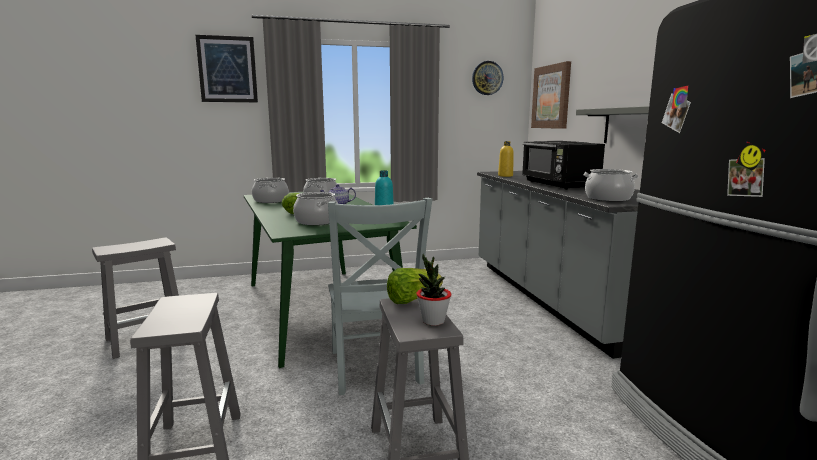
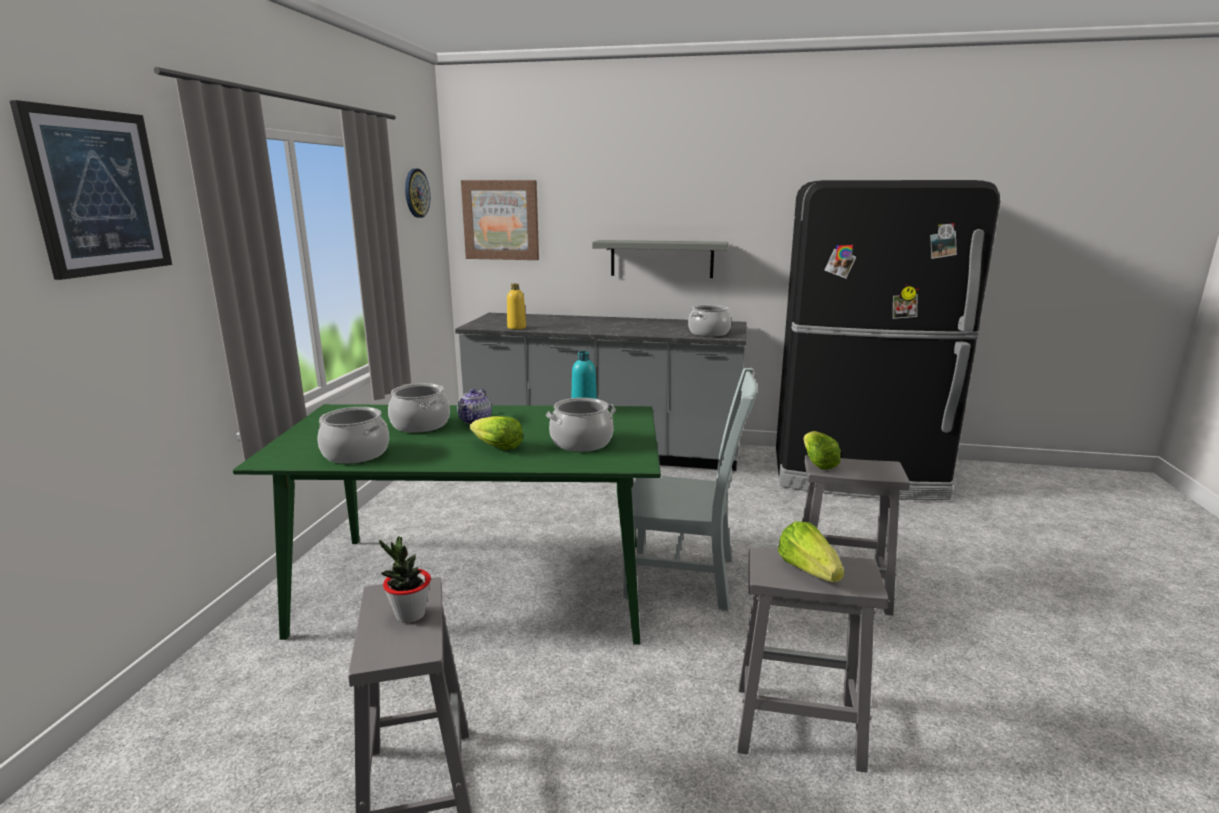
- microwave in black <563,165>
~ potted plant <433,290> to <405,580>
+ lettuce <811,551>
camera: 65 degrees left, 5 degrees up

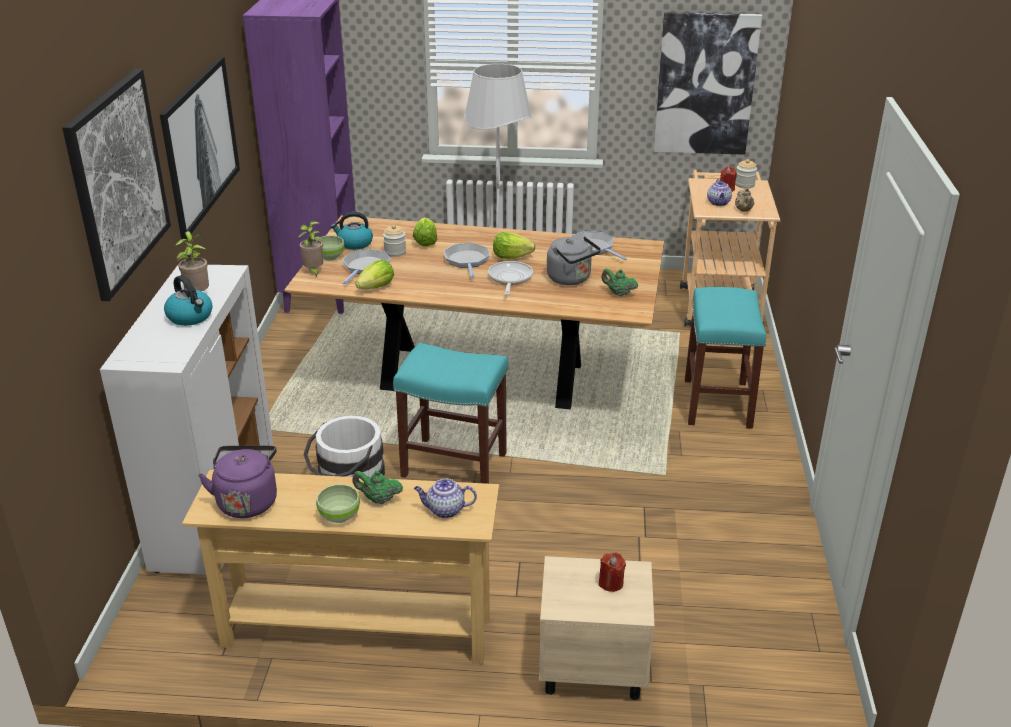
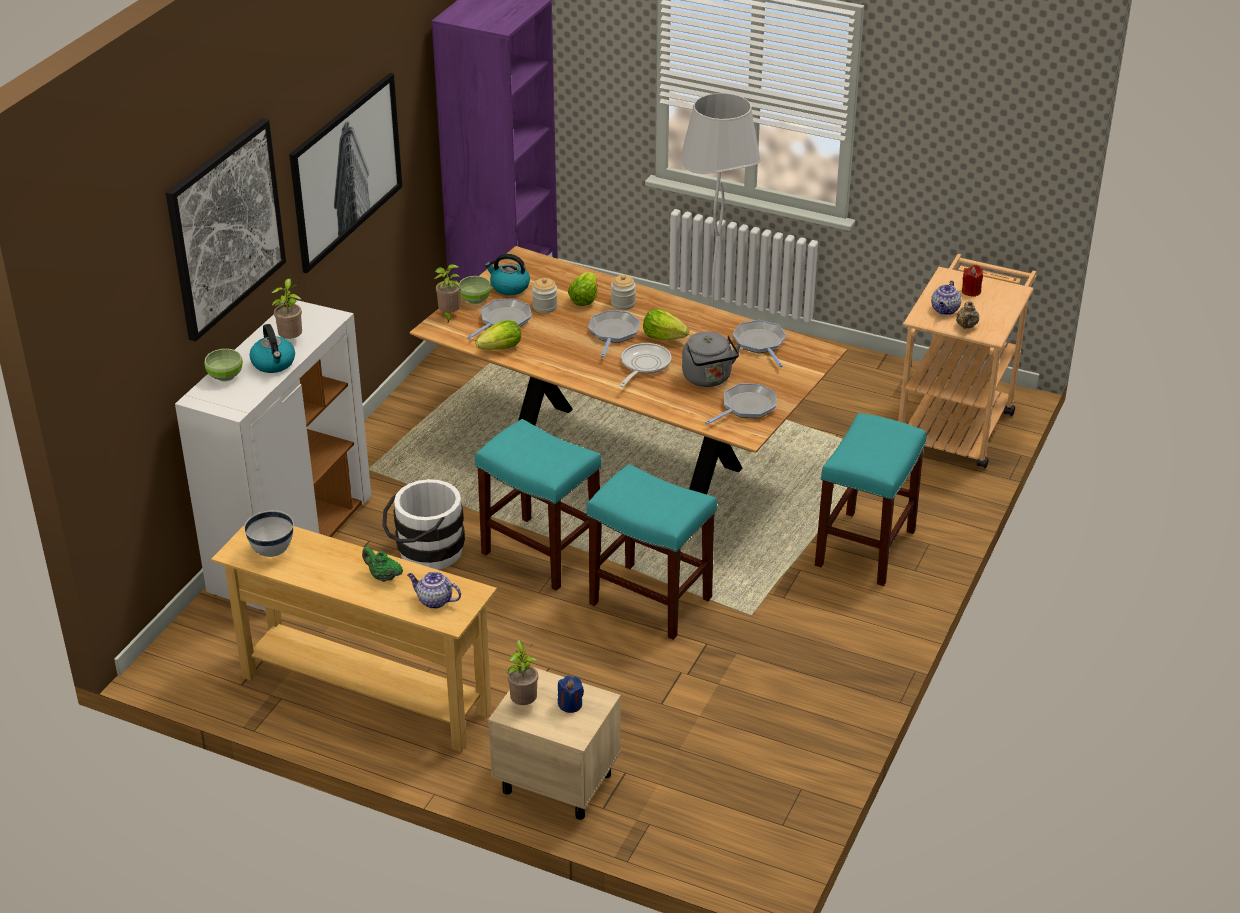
- picture <708,83>
~ jar <746,173> to <623,292>
~ teapot in green <619,282> to frying pan <741,404>
~ kettle in purple <237,482> to bowl in white <268,533>
~ bowl in green <338,503> to <223,365>
~ candle in red <612,572> to candle in blue <571,694>
+ stool in turquoise <652,552>
+ potted plant <522,672>
camera: 20 degrees right, 5 degrees up

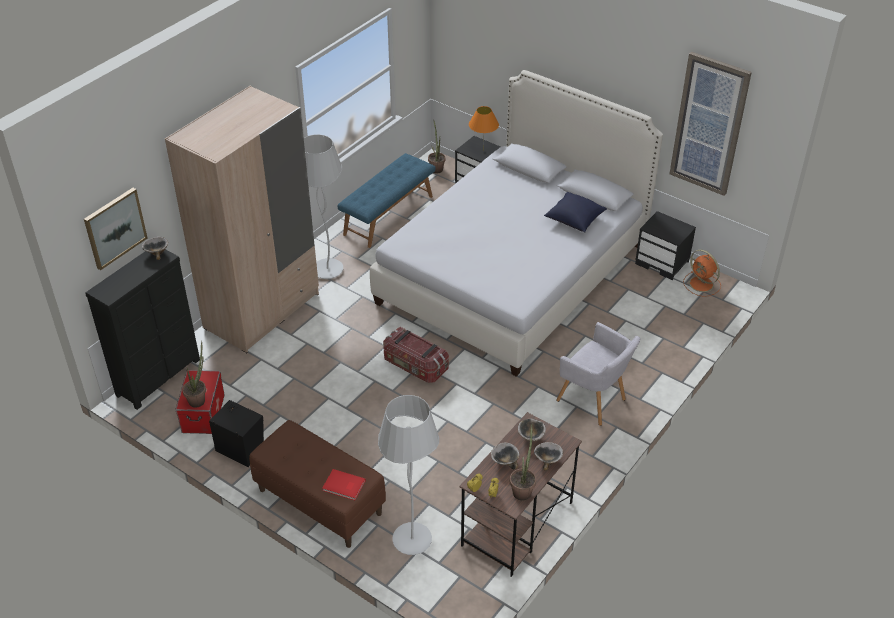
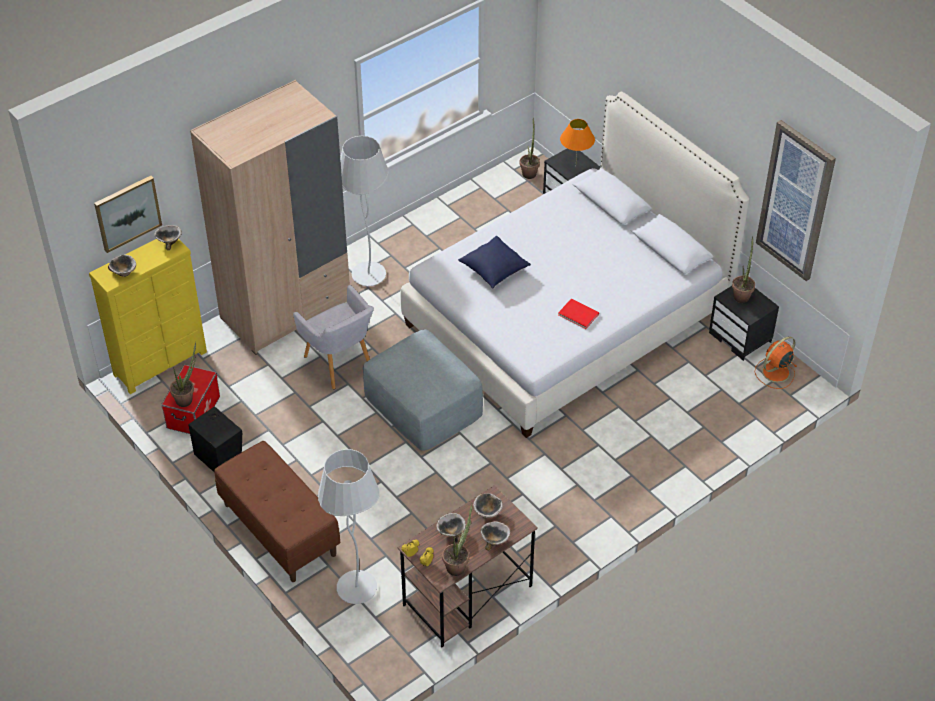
- bench in blue <387,200>
~ pillow in blue <575,212> to <494,262>
~ dresser in black <142,329> to dresser in yellow <148,316>
~ fan in orange <702,273> = <776,362> 75 degrees clockwise
~ armchair in grey <598,374> to <333,337>
~ storage box <416,355> to ottoman in grey <423,390>
~ book in red <344,484> to <578,314>
+ potted plant <743,269>
+ bowl <122,265>
camera: 15 degrees right, 5 degrees up

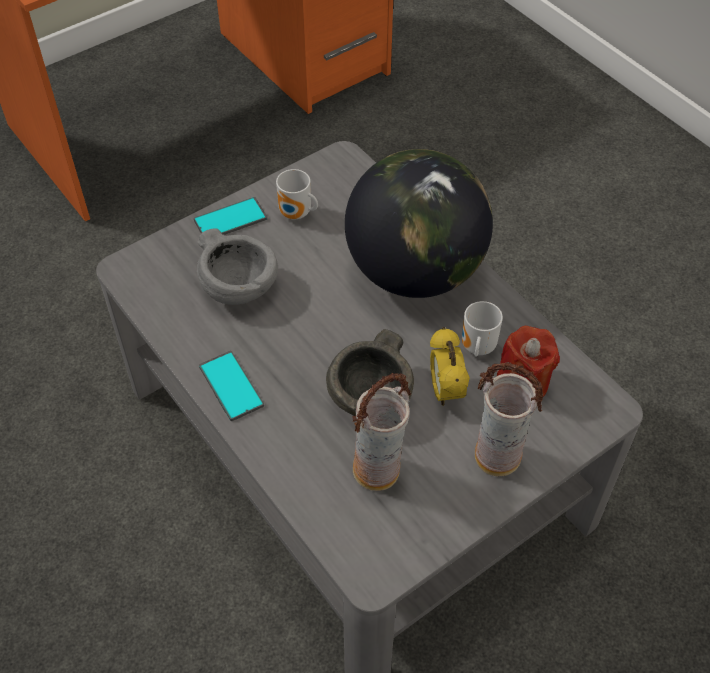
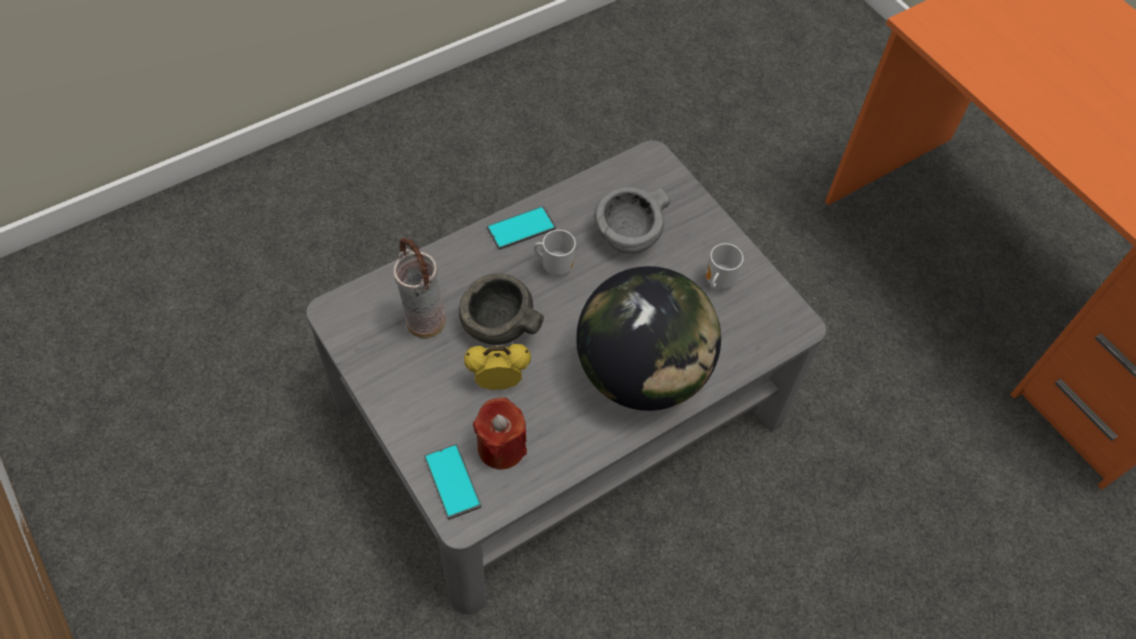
~ phone <230,216> to <452,482>
~ mug <482,329> to <555,253>
- vase <509,419>
camera: 90 degrees right, 5 degrees up

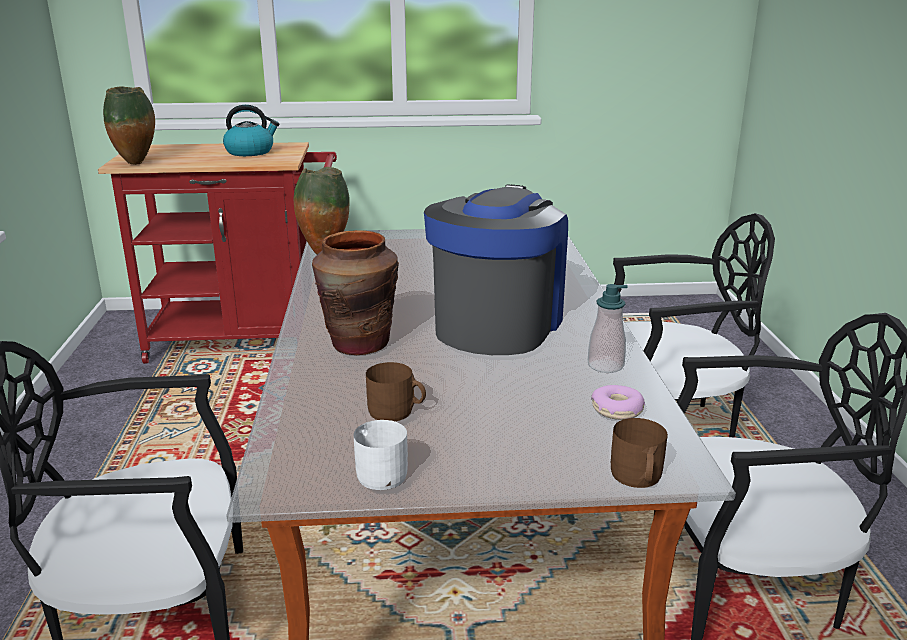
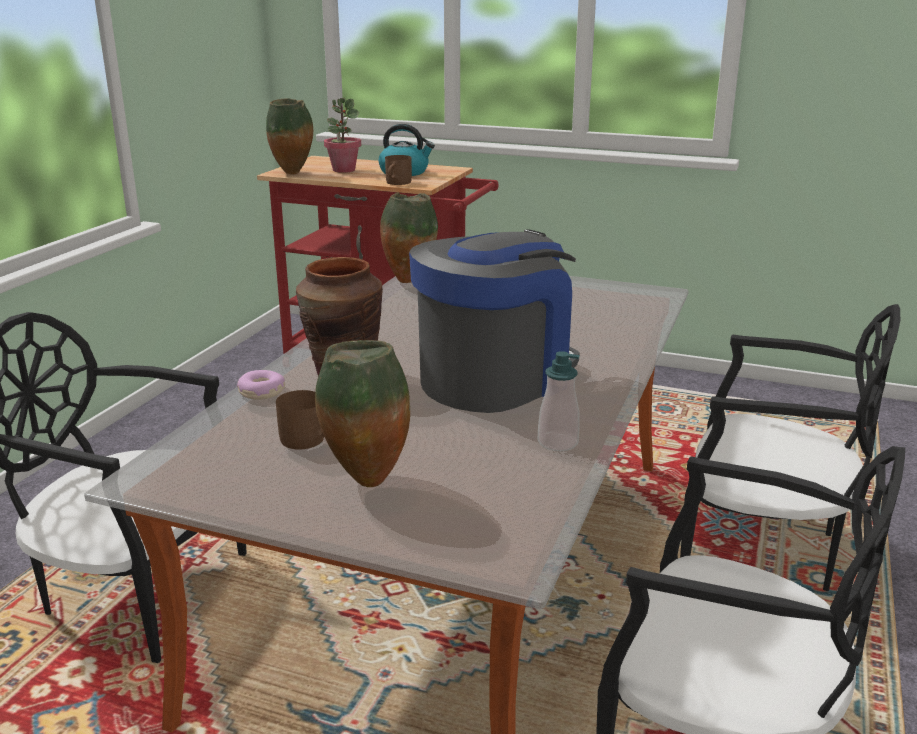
~ donut <618,402> to <261,385>
~ mug in brown <639,453> to <398,170>
- mug in white <381,455>
+ potted plant <342,135>
+ vase <362,413>
camera: 25 degrees right, 0 degrees up

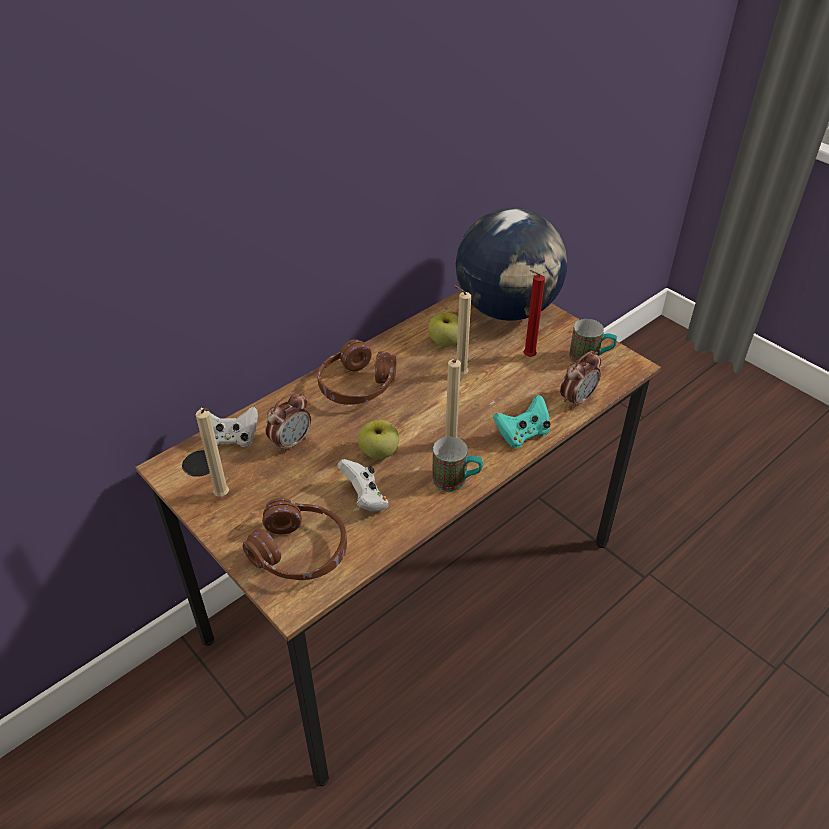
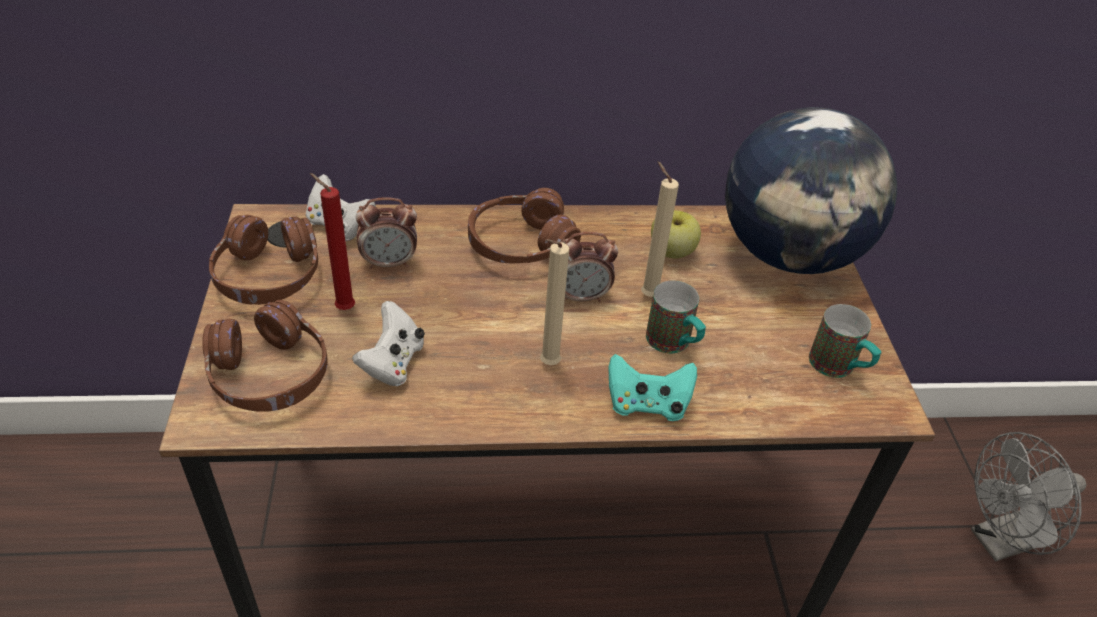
~ candle in red <534,313> to <332,241>
~ alarm clock <580,380> to <589,267>
~ candle in beige <212,452> to headphones in brown <263,260>
- apple <378,439>
~ mug <457,464> to <676,317>
+ fan in grey <1029,497>
camera: 35 degrees right, 0 degrees up

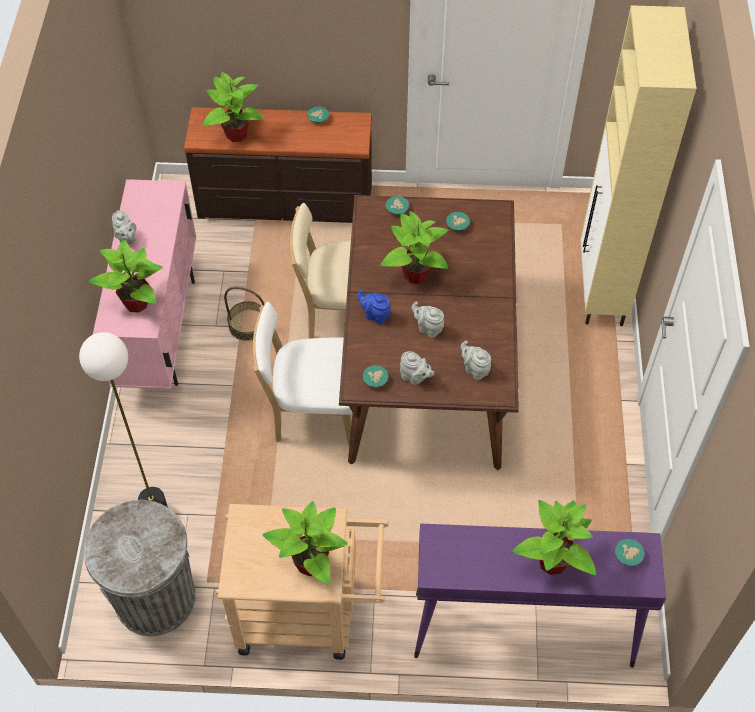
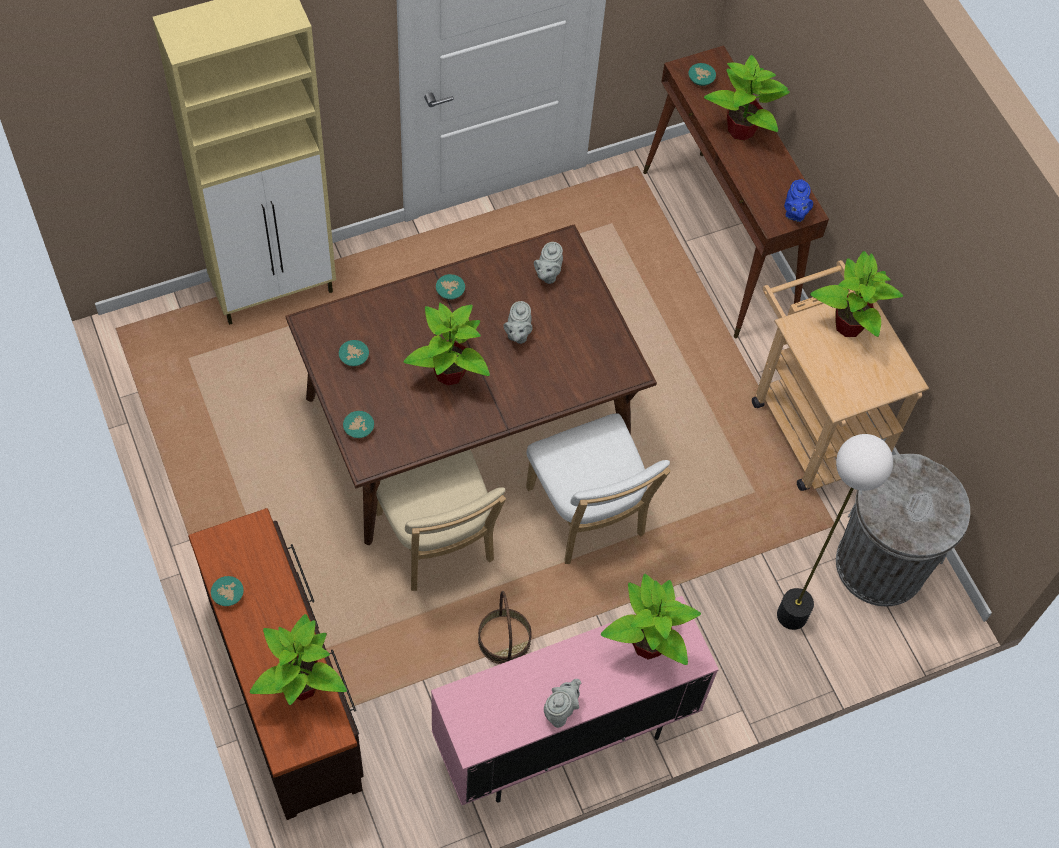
~ teapot in blue <374,307> to <798,200>
- teapot in grey <417,368>
~ bowl in turquoise <375,376> to <450,287>
~ console table in purple <540,595> to console table in brown <736,192>
camera: 120 degrees left, 5 degrees up

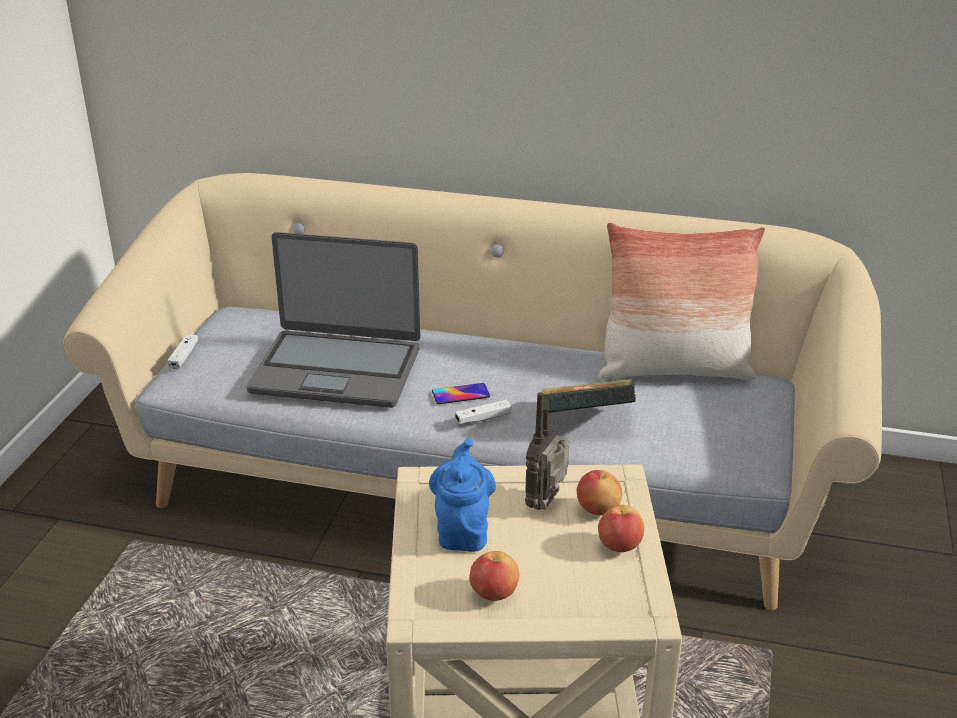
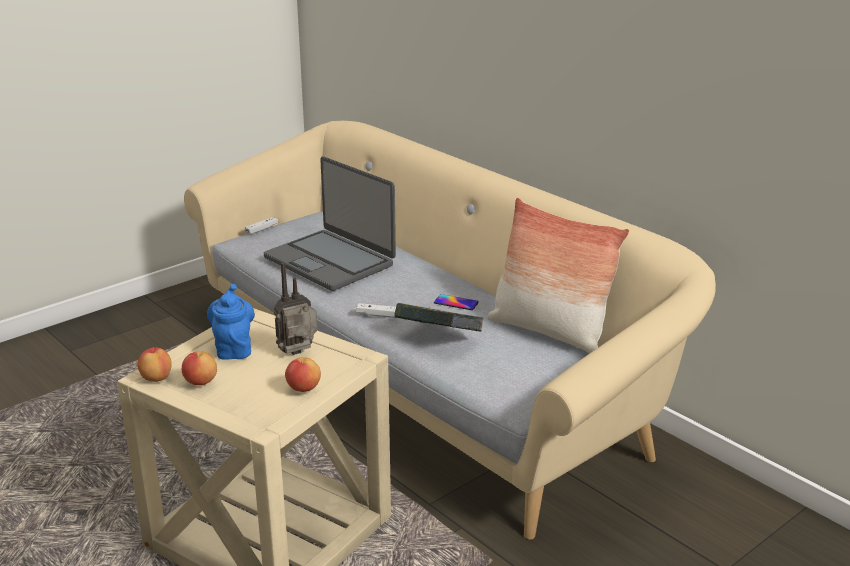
~ phone <461,393> to <456,302>
~ teapot in blue <462,495> = <231,322> 45 degrees counterclockwise
~ apple <599,492> to <154,365>
camera: 35 degrees right, 5 degrees down

